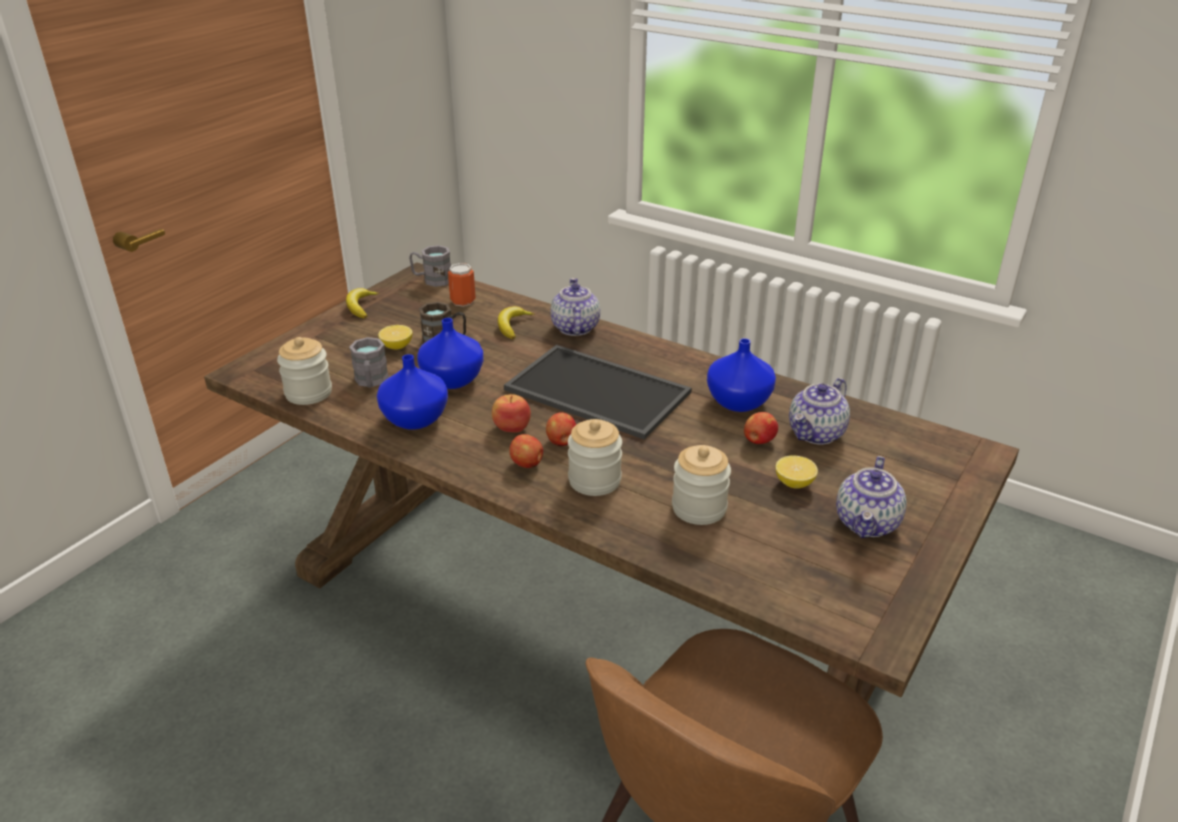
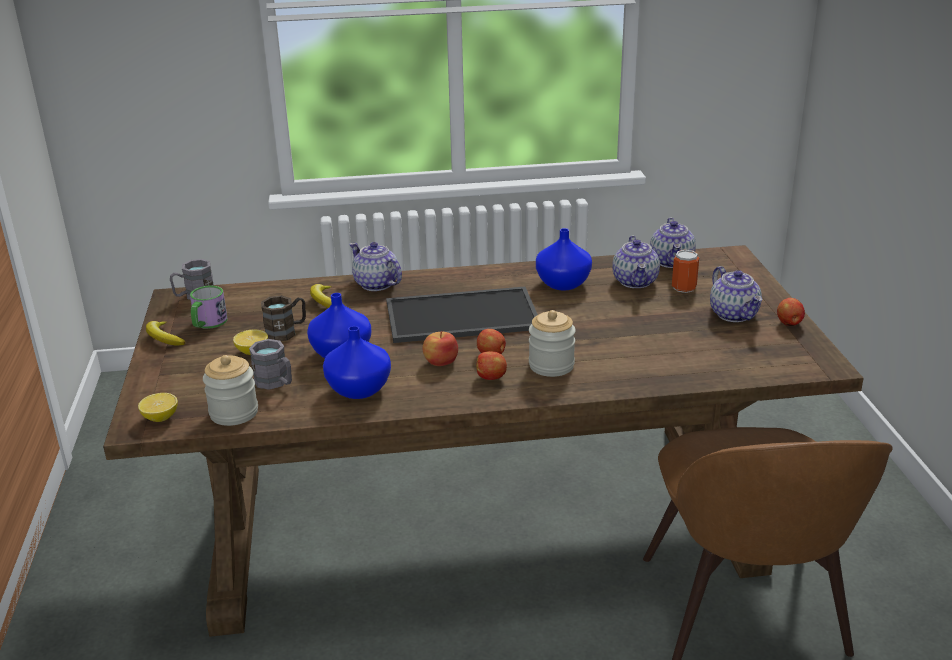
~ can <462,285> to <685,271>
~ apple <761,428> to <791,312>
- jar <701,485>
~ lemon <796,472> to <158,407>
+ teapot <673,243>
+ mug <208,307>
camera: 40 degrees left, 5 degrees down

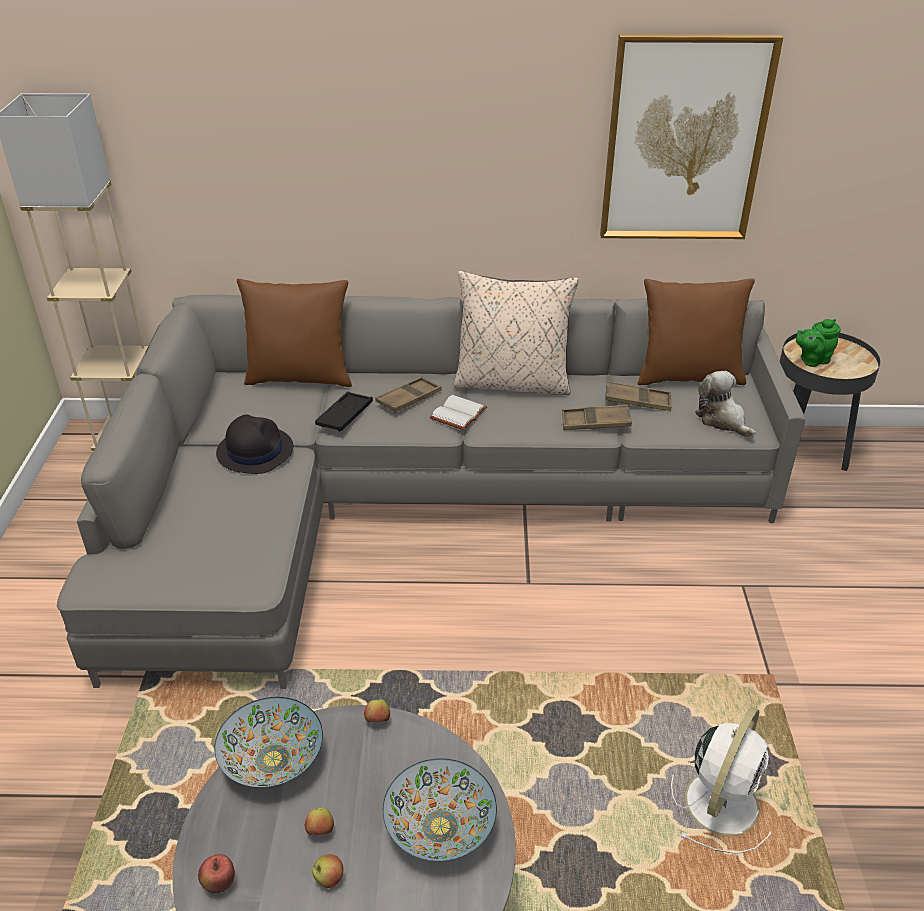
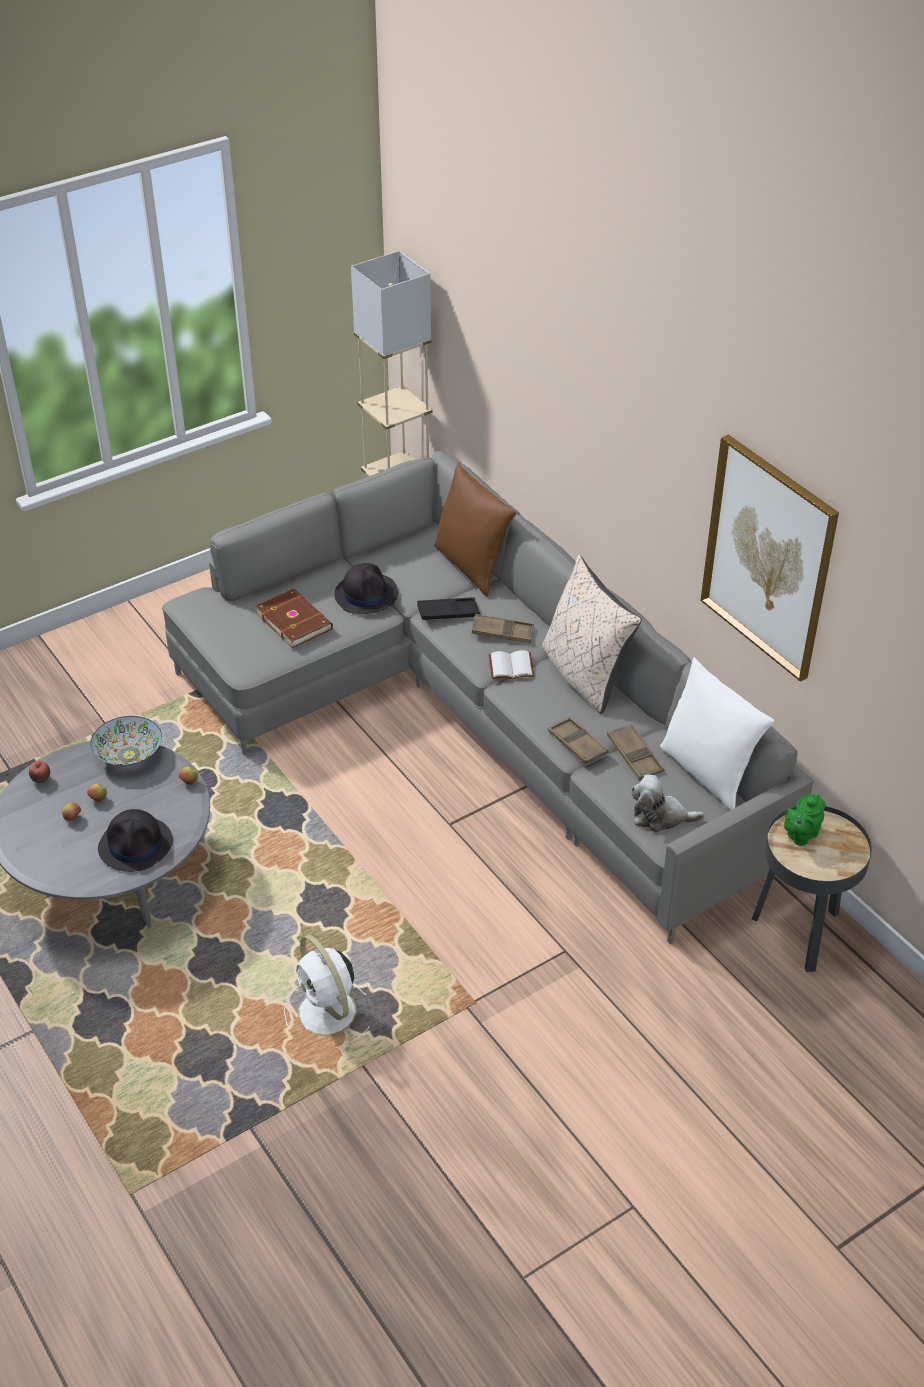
~ pillow in brown <696,331> to pillow in white <717,733>
~ teapot in green <818,343> = <805,820> 75 degrees counterclockwise
~ plush toy <725,404> = <668,803> 105 degrees counterclockwise
~ fan in white <721,780> = <327,991> 60 degrees clockwise
~ bowl <440,809> to hat in black <135,840>
+ book in brown <294,618>
camera: 55 degrees right, 5 degrees up

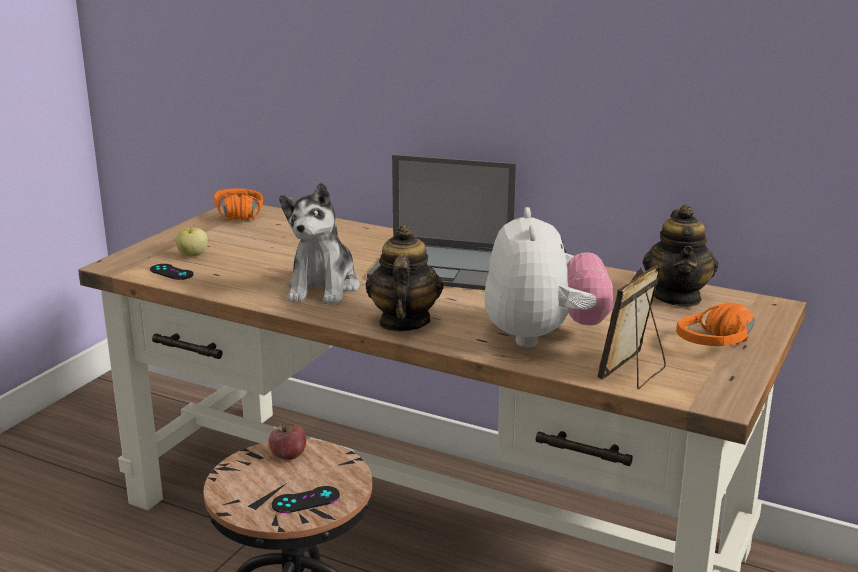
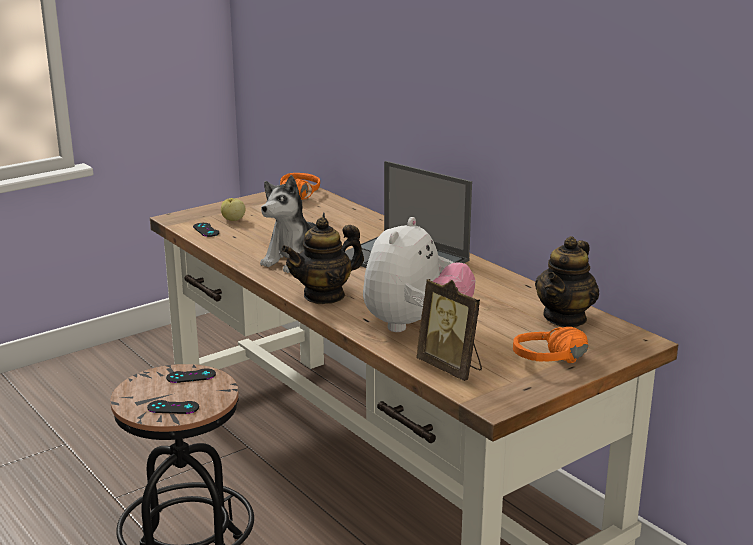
~ teapot <405,278> = <322,260> 150 degrees counterclockwise
~ picture frame <631,327> = <449,330> 105 degrees counterclockwise
~ apple <287,441> to game controller in black <191,375>
camera: 25 degrees right, 0 degrees up

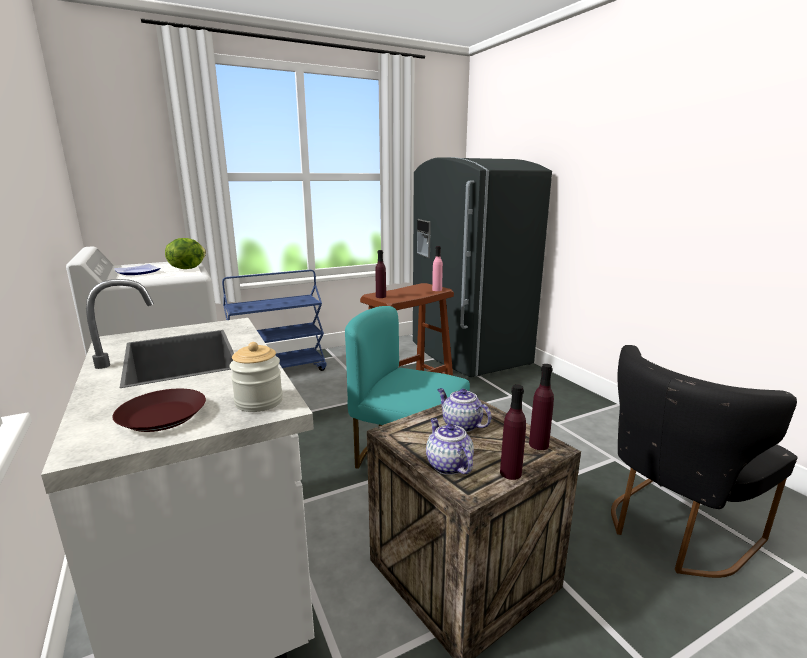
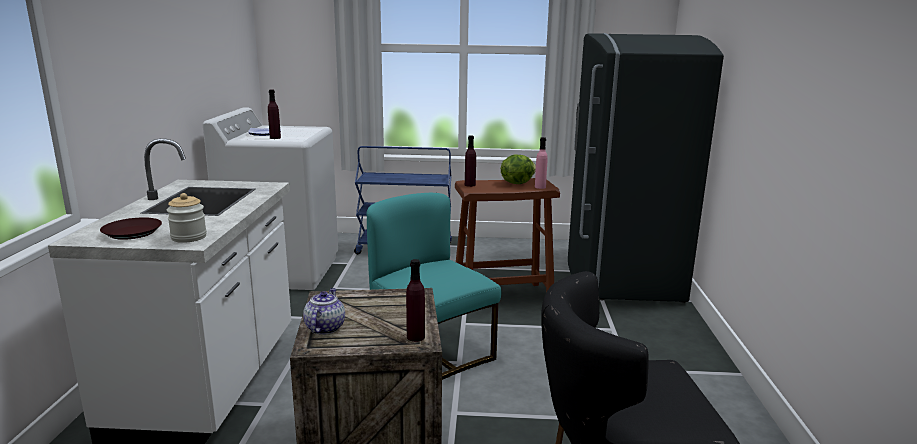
~ lettuce <185,253> to <518,169>
~ bottle in purple <513,432> to <274,114>
- teapot <464,410>
camera: 30 degrees right, 0 degrees up

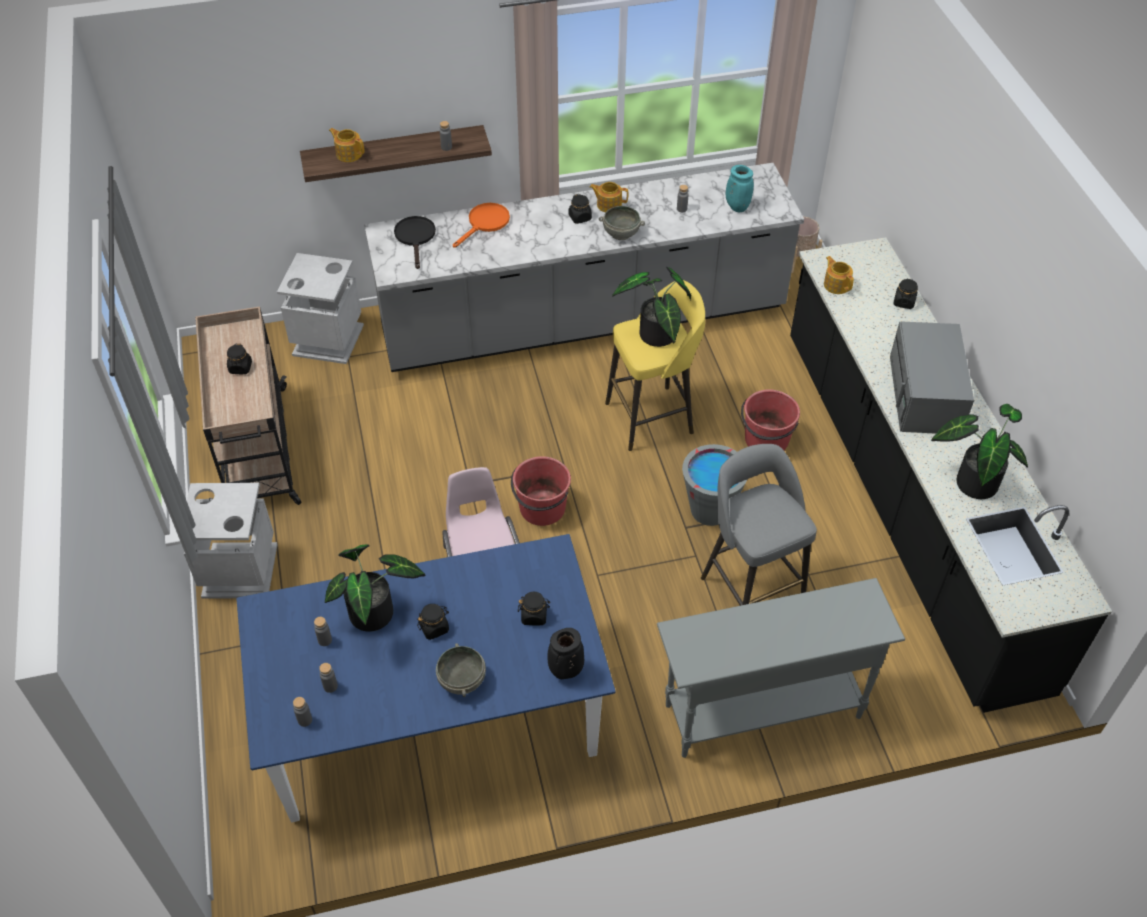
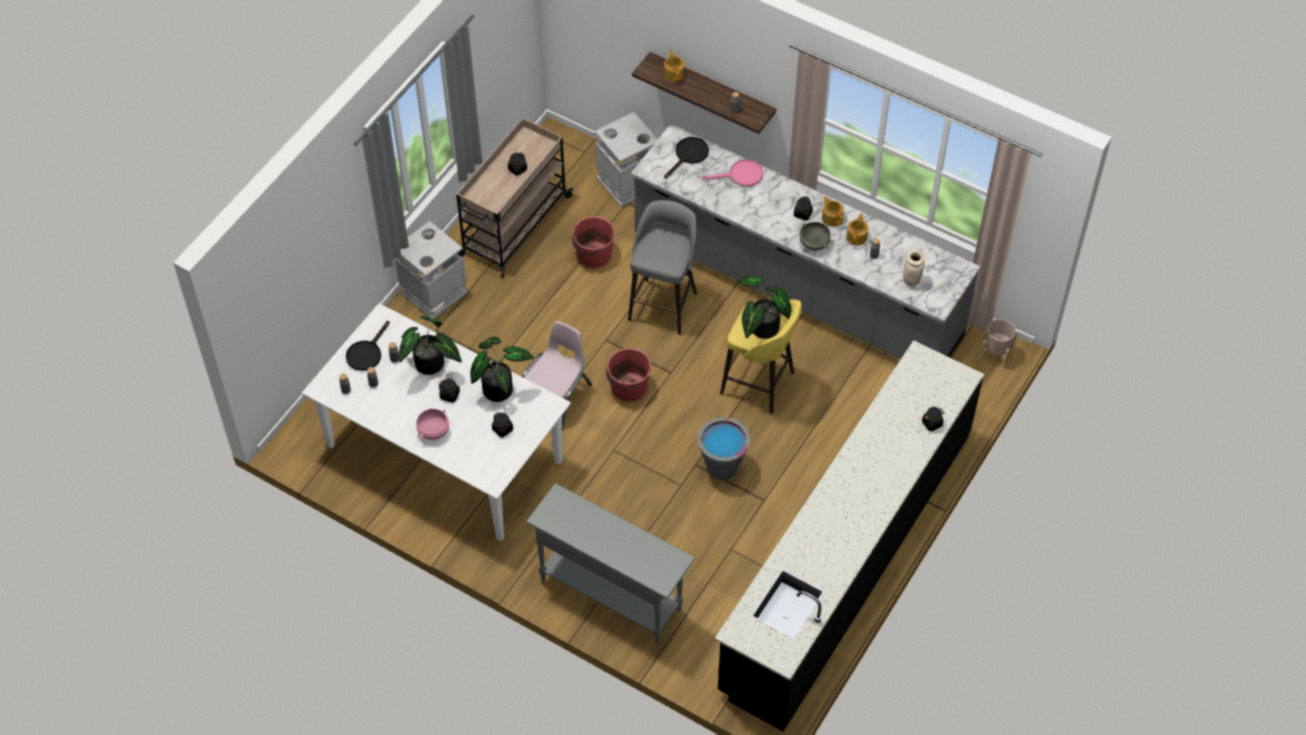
~ vase in turquoise <740,188> to vase in beige <913,268>
~ frying pan in orange <481,225> to frying pan in pink <732,172>
~ teapot <839,275> to <857,229>
- microwave in grey <932,377>
~ bucket in red <770,419> to <593,242>
~ potted plant <979,451> to <502,369>
~ stool in grey <759,525> to <662,267>
~ dining table in blue <426,678> to dining table in white <436,422>
- vase in black <566,653>
~ bowl in grey <461,670> to bowl in pink <432,424>
+ frying pan in black <368,346>
camera: 45 degrees right, 5 degrees up

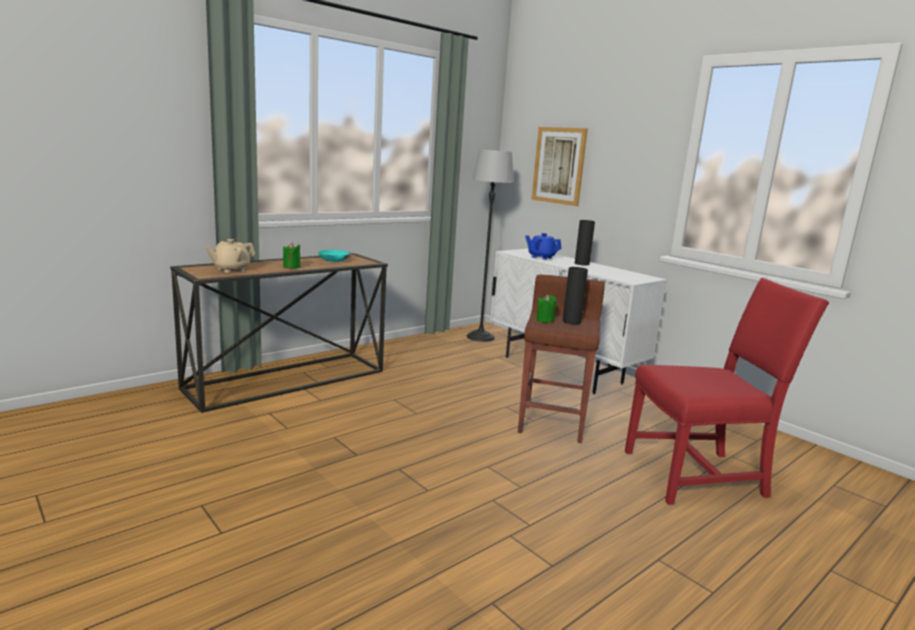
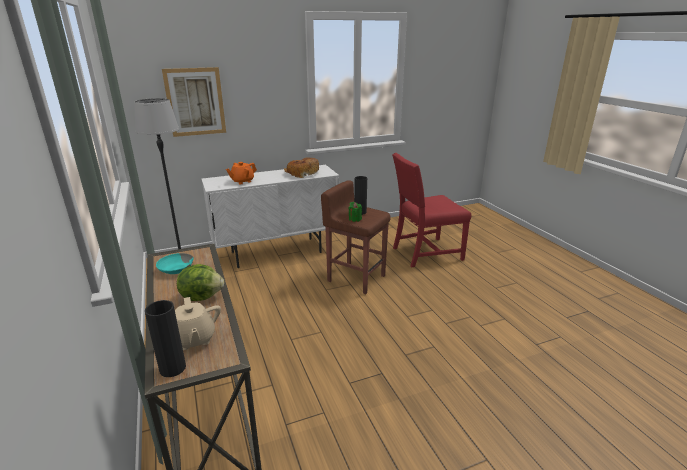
~ vase in black <585,242> to <165,338>
~ teapot in blue <543,246> to teapot in orange <241,173>
~ candle in green <292,256> to lettuce <200,282>
~ chair in red <727,391> = <431,210> 120 degrees counterclockwise
+ bread <301,168>
camera: 70 degrees left, 10 degrees up

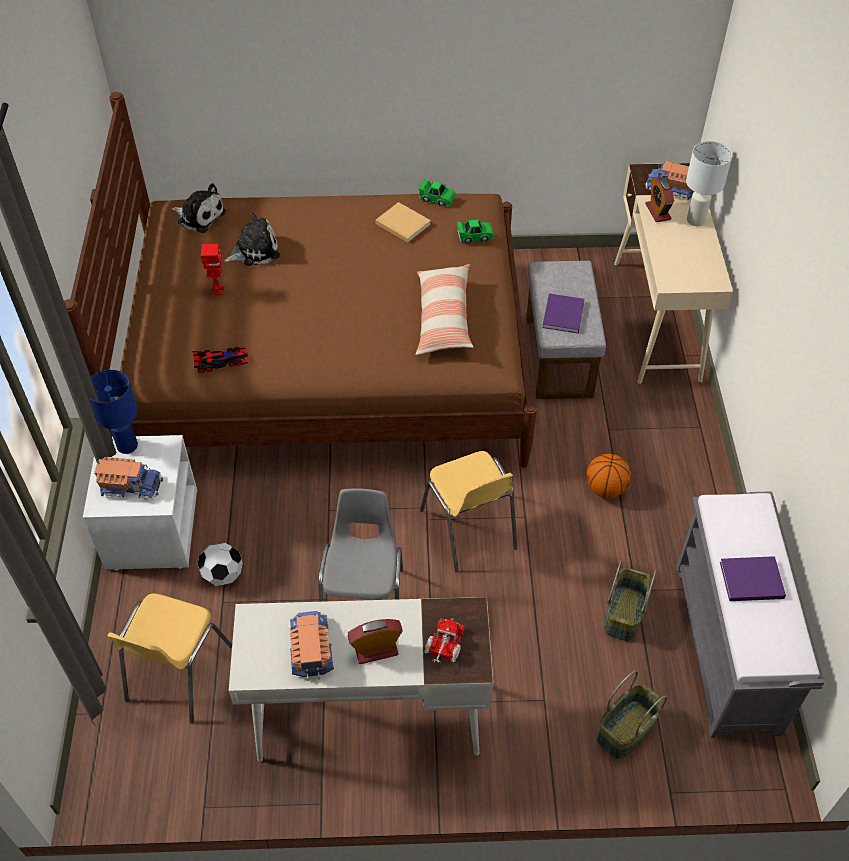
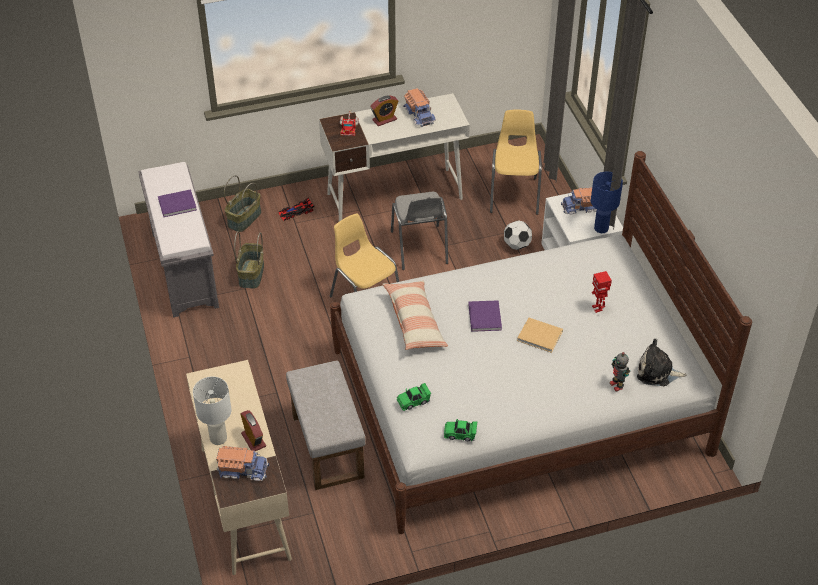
~ bed in brown <300,280> to bed in white <541,342>
~ book in beige <403,222> to <540,335>
- plush toy <252,239>
~ book in purple <563,314> to <485,316>
~ toy car <220,360> to <296,209>
- basketball <608,476>
+ toy robot <620,372>
camera: 165 degrees right, 5 degrees down

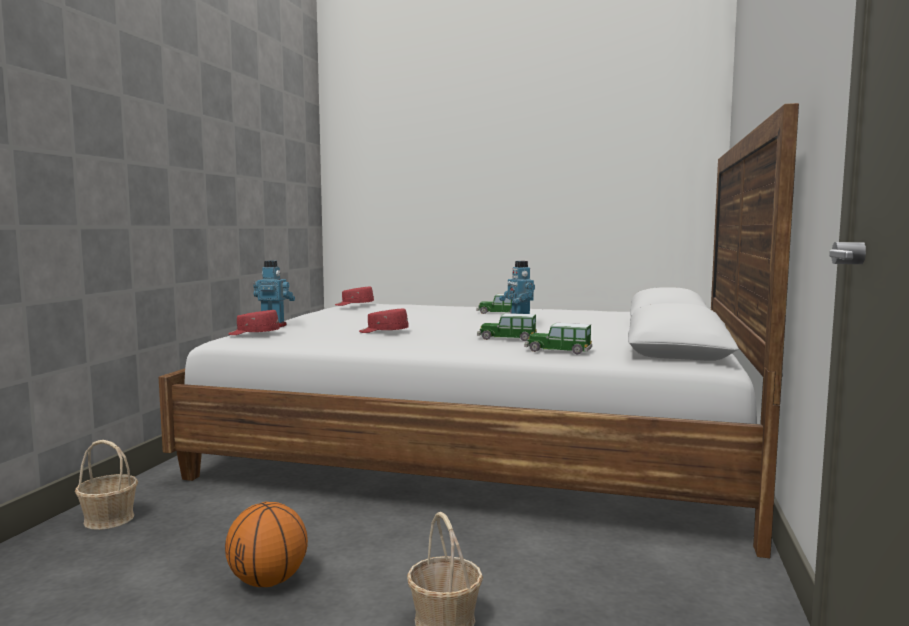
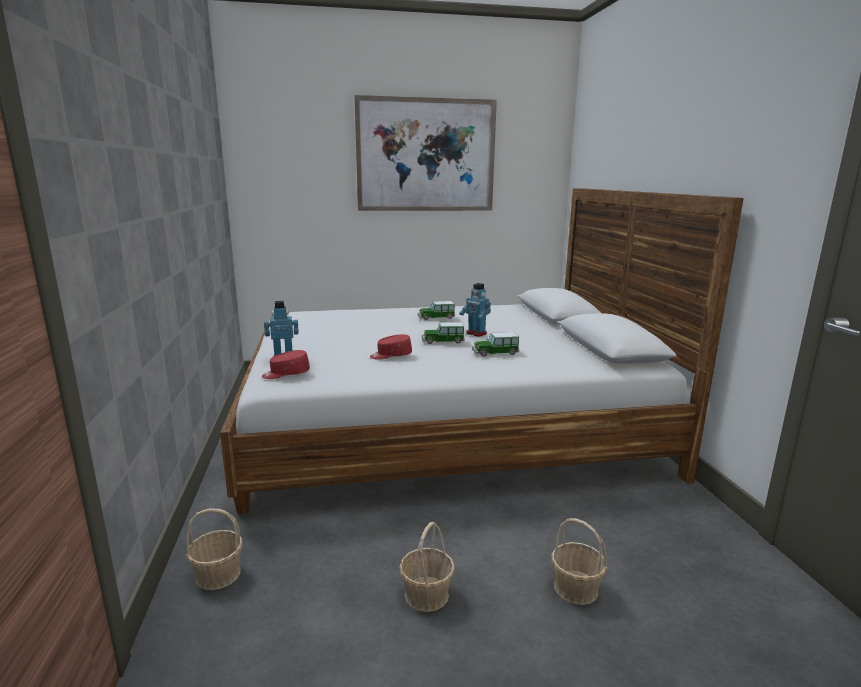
- cap in red <354,296>
~ toy car <558,339> to <443,333>
~ basketball <266,544> to basket <427,567>
+ picture <425,153>
camera: 25 degrees left, 10 degrees up

